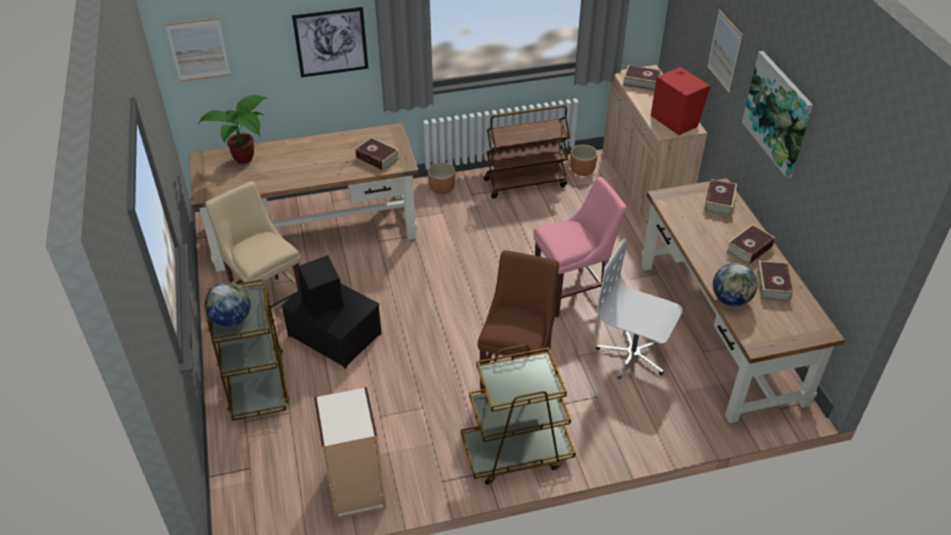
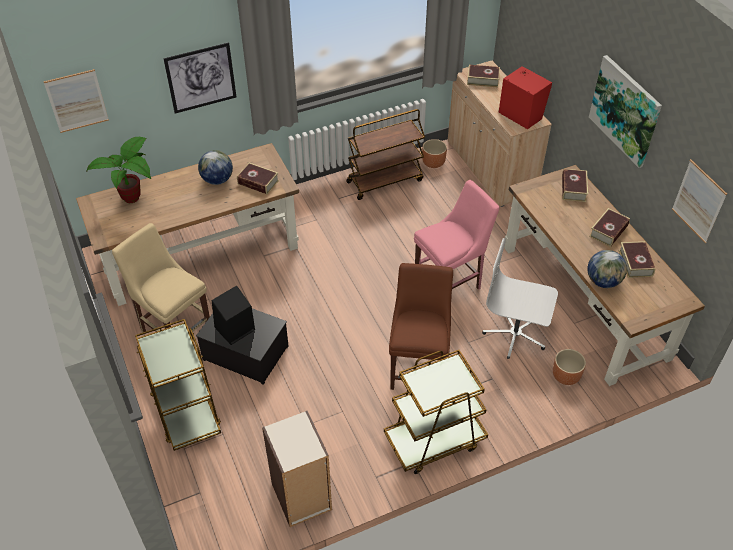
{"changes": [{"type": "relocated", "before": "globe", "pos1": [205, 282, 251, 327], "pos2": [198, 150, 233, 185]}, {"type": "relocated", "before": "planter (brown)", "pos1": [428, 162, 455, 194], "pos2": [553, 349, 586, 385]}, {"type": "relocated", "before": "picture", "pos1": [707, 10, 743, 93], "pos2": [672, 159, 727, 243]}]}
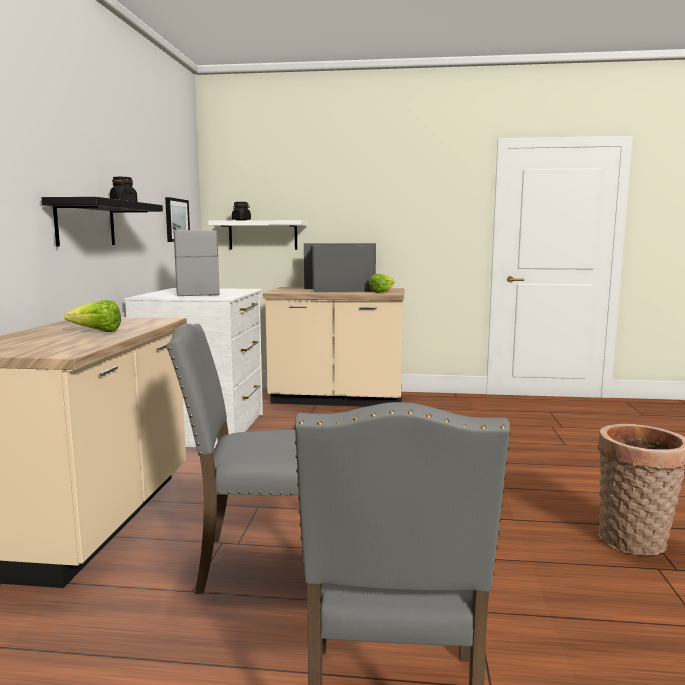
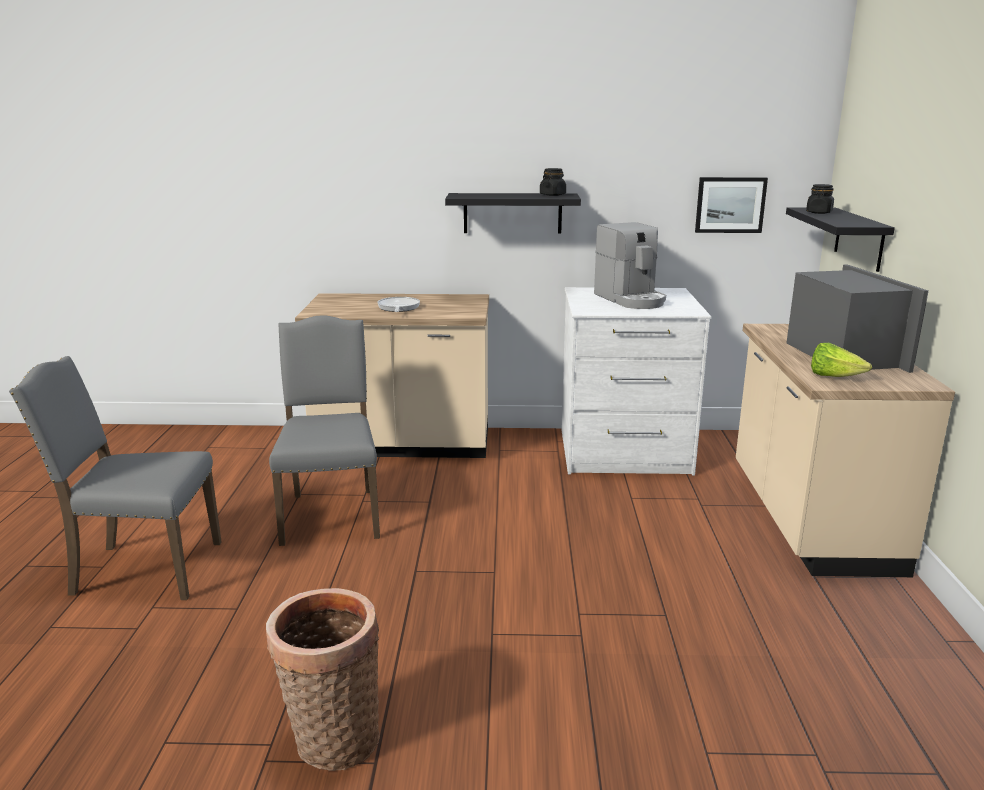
{"changes": [{"type": "exchanged", "before": "lettuce", "after": "frying pan", "pos1": [64, 300, 121, 332], "pos2": [377, 297, 420, 312]}, {"type": "colour", "before": "shelf (white)", "after": "shelf (black)", "pos1": [208, 220, 307, 250], "pos2": [786, 207, 895, 272]}, {"type": "spun", "before": "coffee machine", "pos1": [174, 230, 220, 296], "pos2": [594, 222, 666, 309], "turn": 90}]}
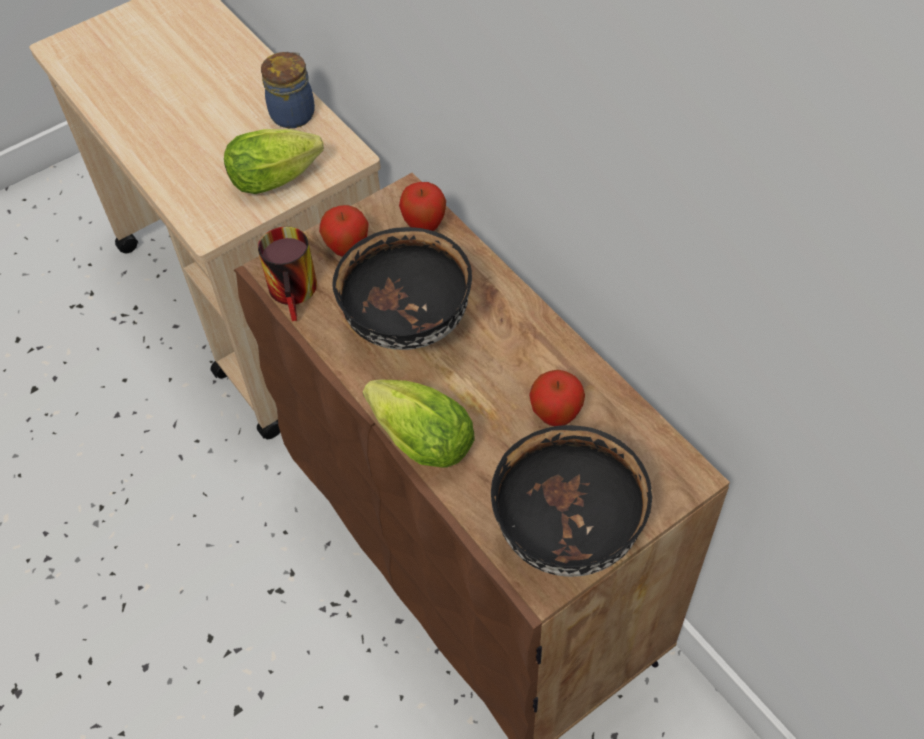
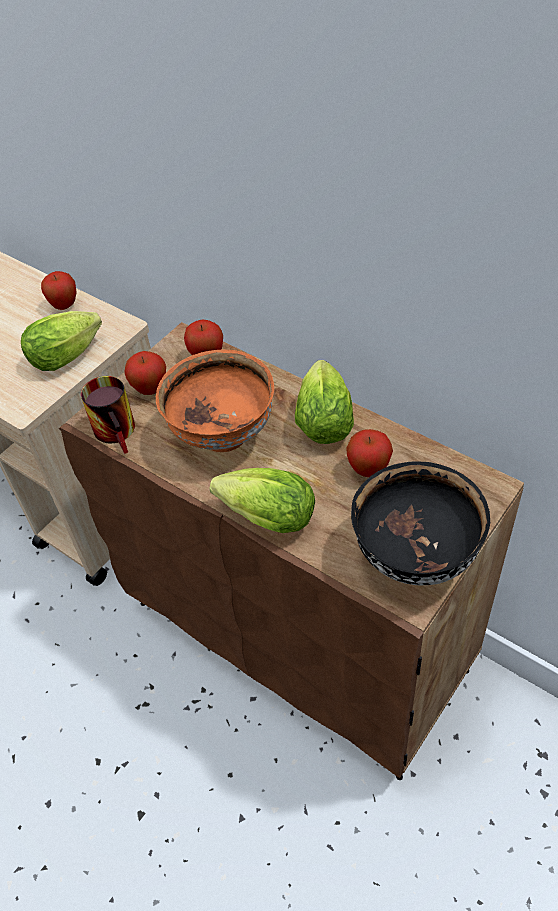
{"changes": [{"type": "appeared", "after": "lettuce", "pos2": [295, 360, 354, 444]}, {"type": "exchanged", "before": "jar", "after": "apple", "pos1": [261, 52, 315, 128], "pos2": [41, 271, 77, 310]}, {"type": "colour", "before": "bowl (black)", "after": "bowl (orange)", "pos1": [332, 227, 472, 350], "pos2": [156, 349, 274, 452]}]}
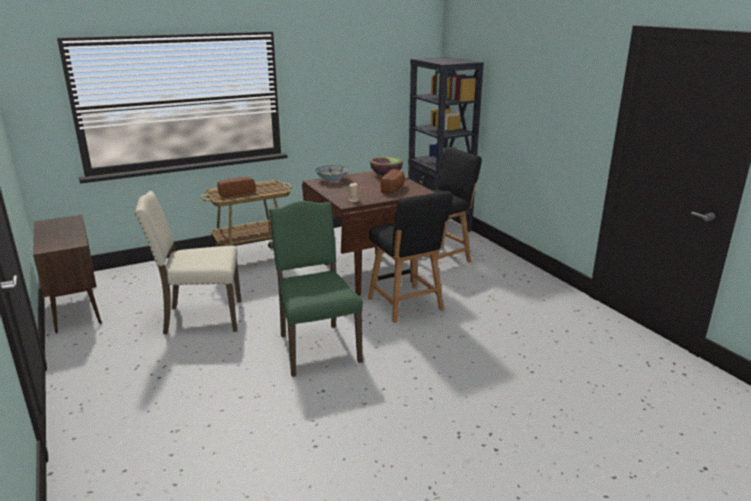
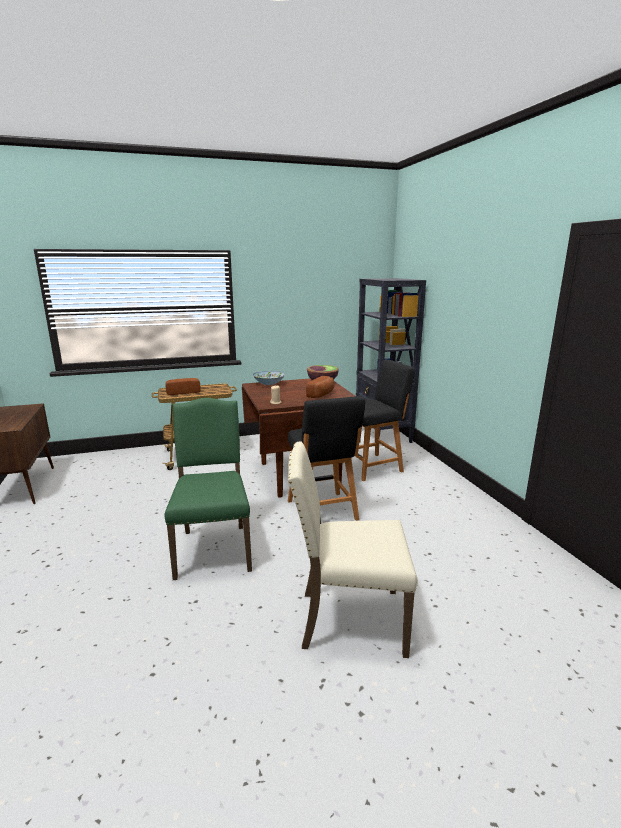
{"changes": [{"type": "relocated", "before": "chair (beige)", "pos1": [134, 191, 241, 334], "pos2": [288, 441, 418, 658]}]}
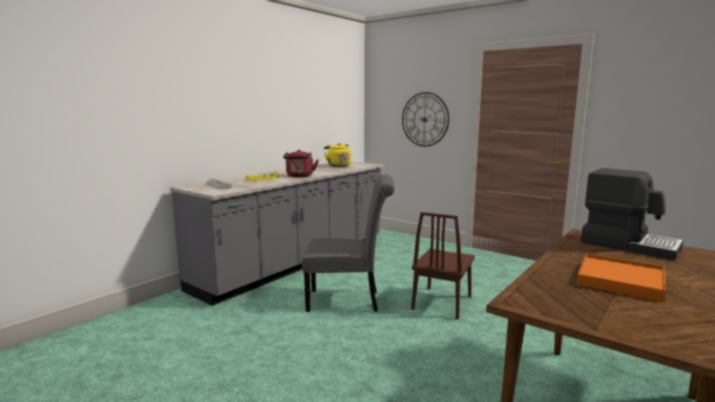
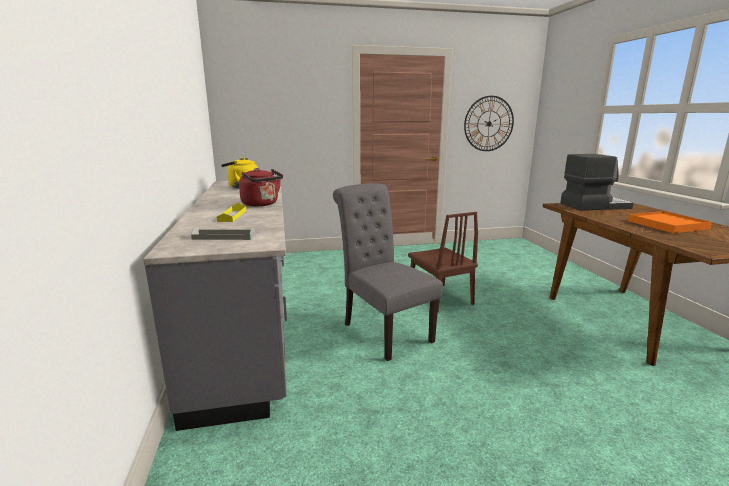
{"changes": [{"type": "relocated", "before": "wall clock", "pos1": [402, 92, 449, 147], "pos2": [464, 96, 514, 151]}, {"type": "spun", "before": "chair (grey)", "pos1": [302, 174, 395, 312], "pos2": [333, 183, 443, 361], "turn": -75}]}
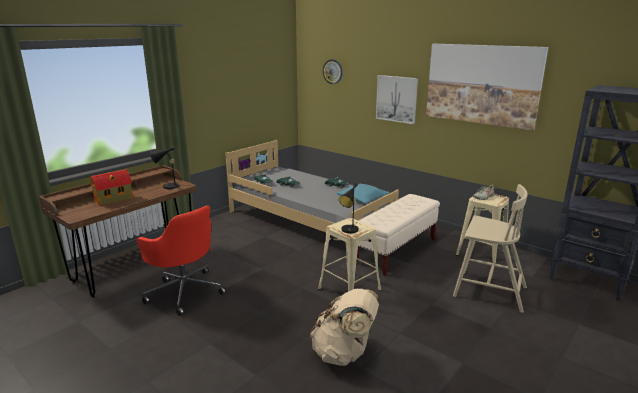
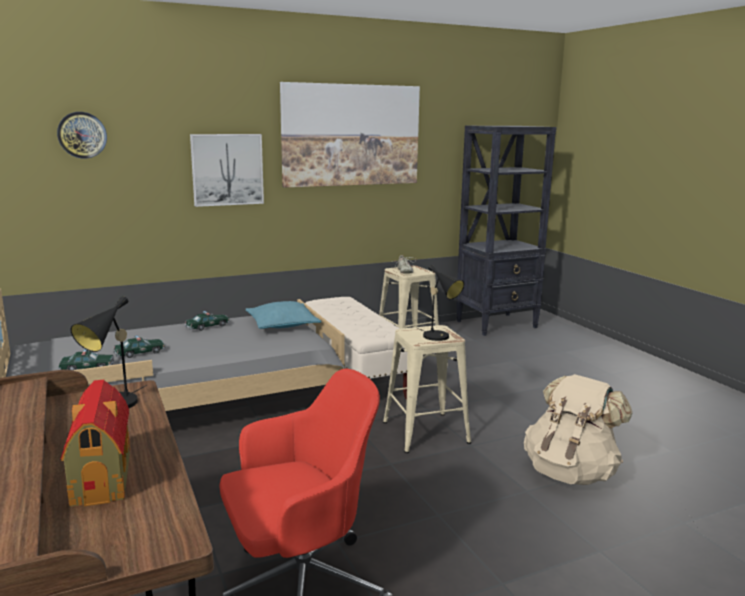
{"changes": [{"type": "missing", "before": "chair (beige)", "pos1": [453, 184, 528, 313]}]}
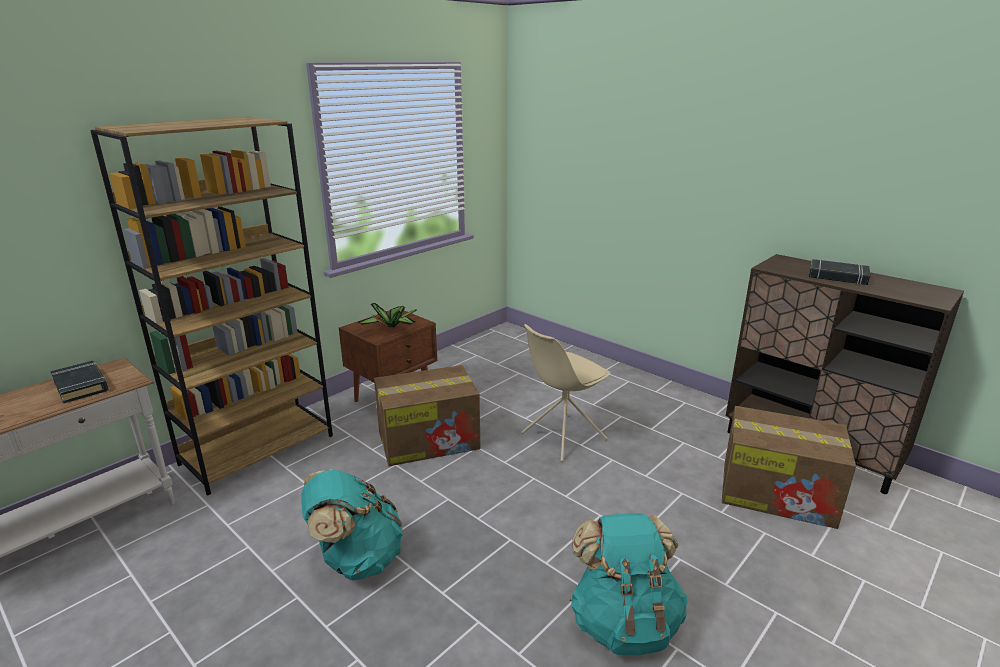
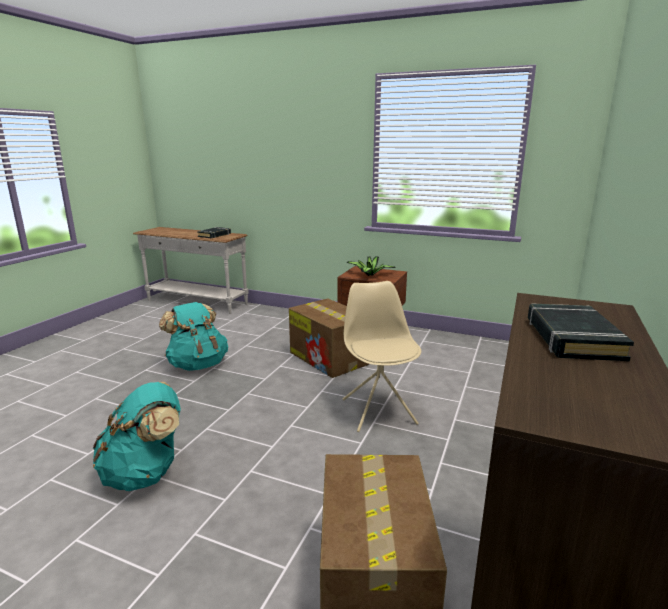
{"changes": [{"type": "missing", "before": "bookcase (brown)", "pos1": [90, 117, 333, 496]}, {"type": "spun", "before": "chair (beige)", "pos1": [521, 324, 610, 462], "pos2": [343, 281, 421, 432], "turn": 45}]}
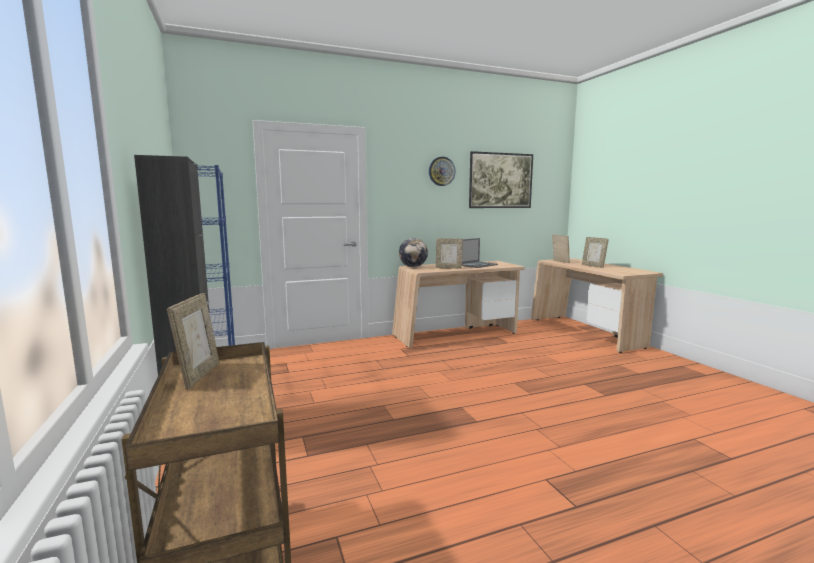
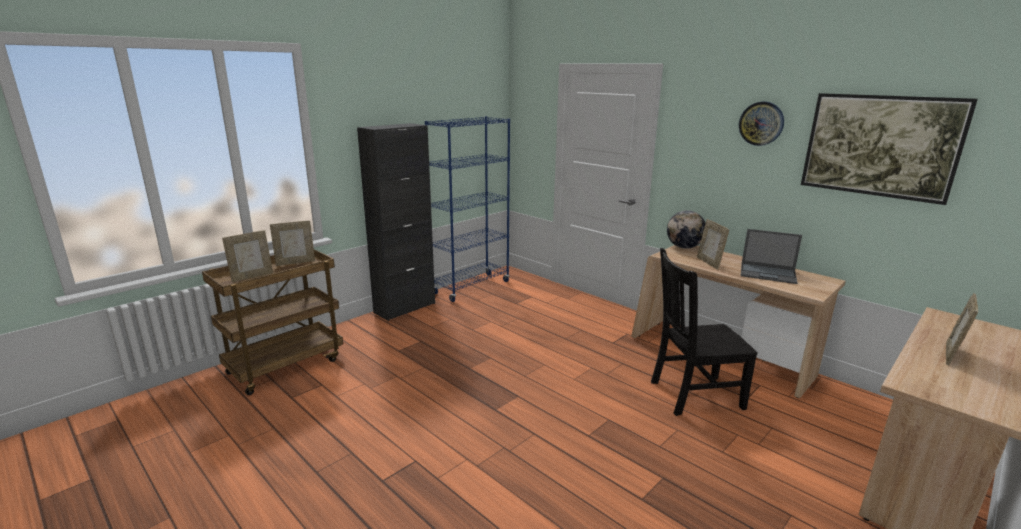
{"changes": [{"type": "appeared", "after": "chair (black)", "pos2": [651, 248, 758, 416]}, {"type": "relocated", "before": "picture frame", "pos1": [552, 235, 570, 263], "pos2": [222, 230, 273, 282]}]}
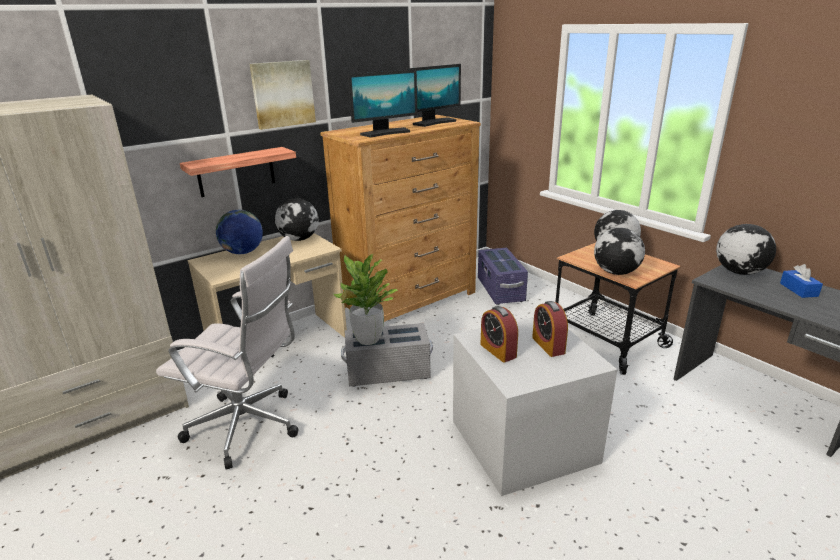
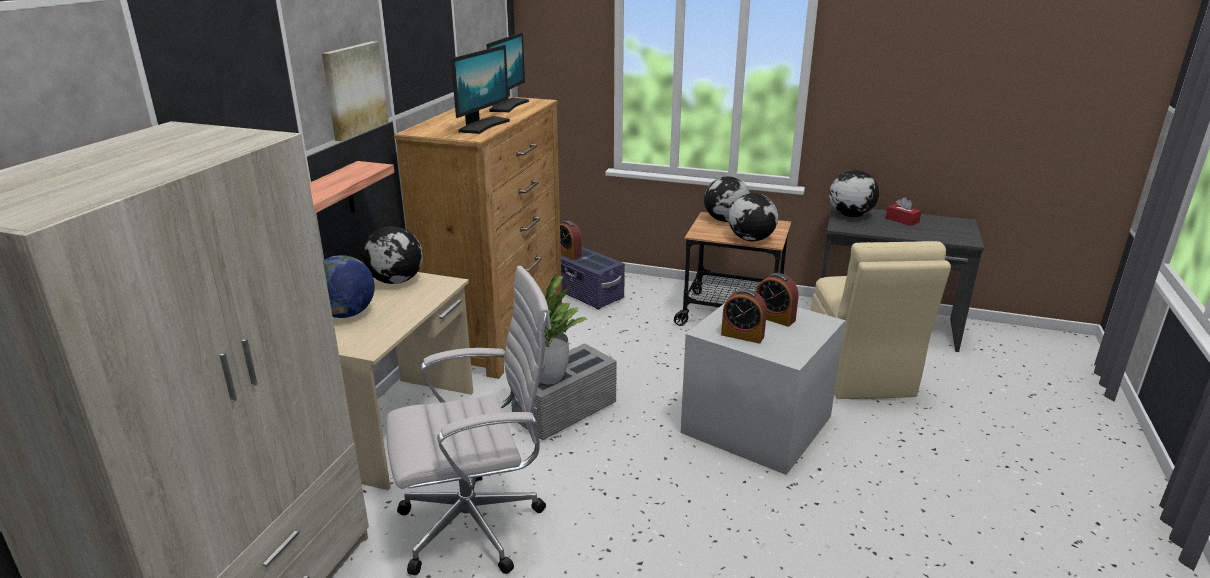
{"changes": [{"type": "appeared", "after": "alarm clock", "pos2": [560, 221, 582, 260]}, {"type": "appeared", "after": "chair (beige)", "pos2": [810, 241, 951, 399]}, {"type": "colour", "before": "tissue box (blue)", "after": "tissue box (red)", "pos1": [780, 264, 823, 298], "pos2": [886, 197, 921, 226]}]}
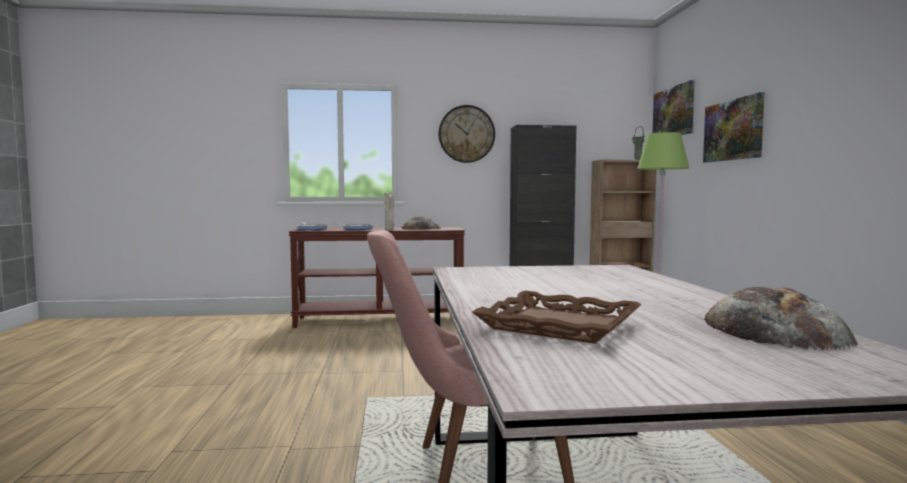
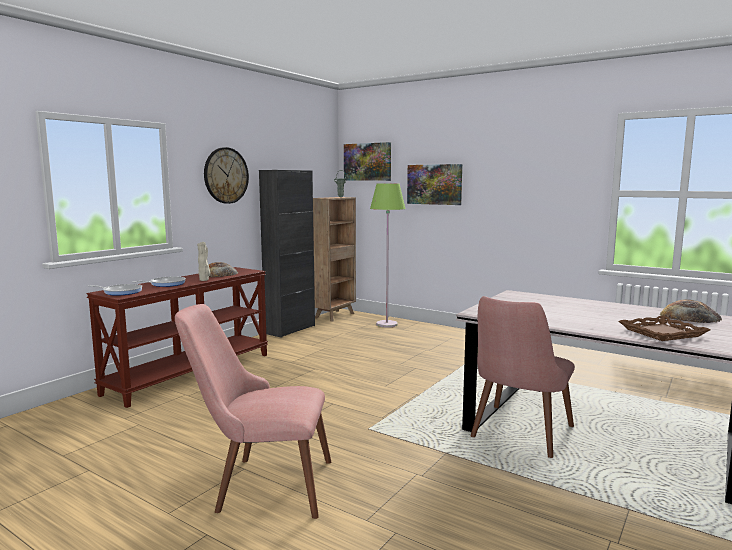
{"changes": [{"type": "appeared", "after": "chair (pink)", "pos2": [175, 304, 331, 519]}]}
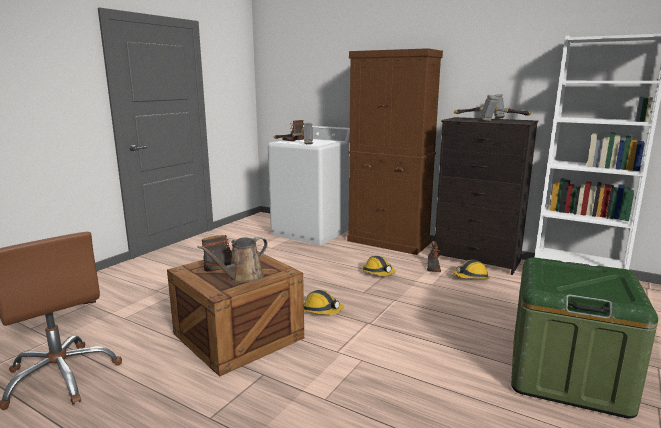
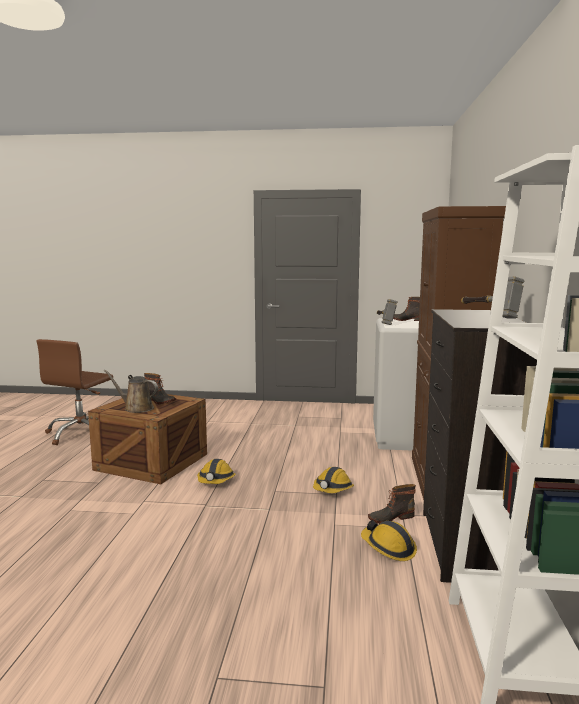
{"changes": [{"type": "missing", "before": "hammer", "pos1": [480, 95, 531, 121]}, {"type": "missing", "before": "storage box (green)", "pos1": [511, 257, 658, 419]}]}
